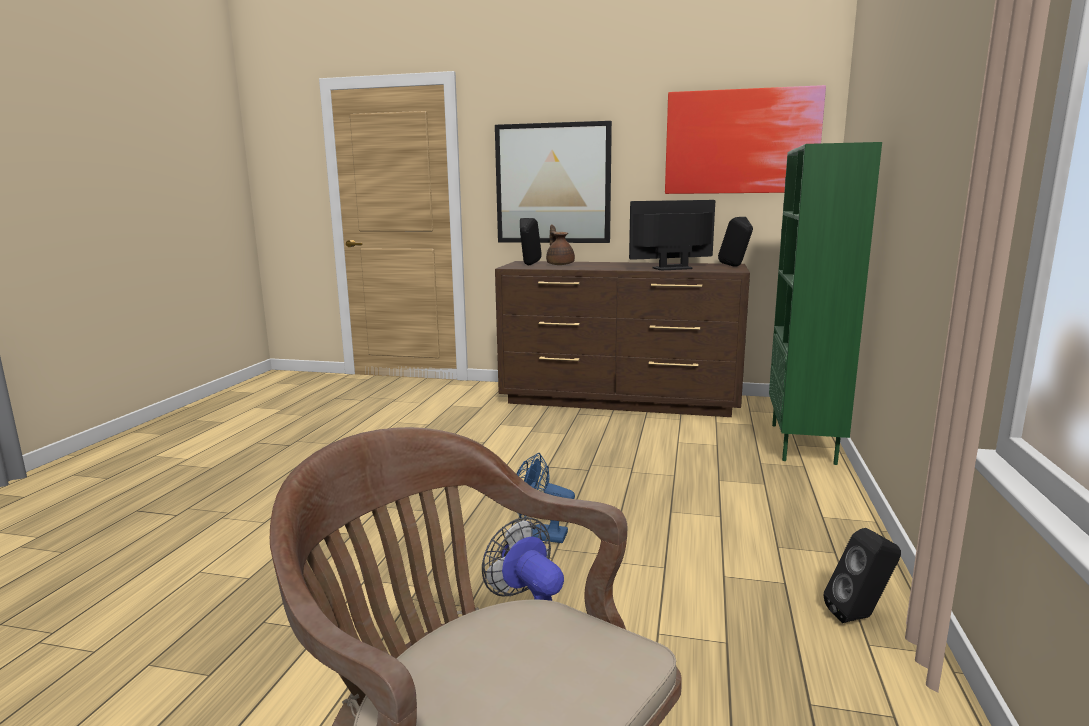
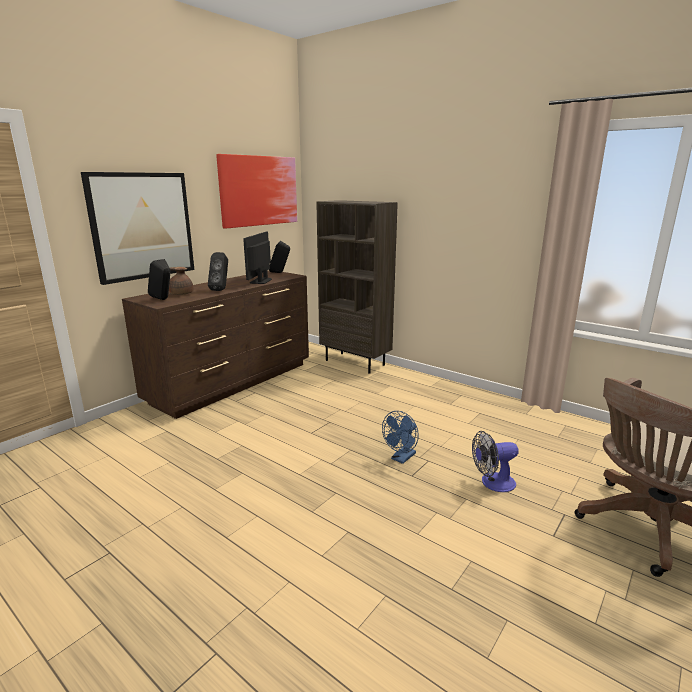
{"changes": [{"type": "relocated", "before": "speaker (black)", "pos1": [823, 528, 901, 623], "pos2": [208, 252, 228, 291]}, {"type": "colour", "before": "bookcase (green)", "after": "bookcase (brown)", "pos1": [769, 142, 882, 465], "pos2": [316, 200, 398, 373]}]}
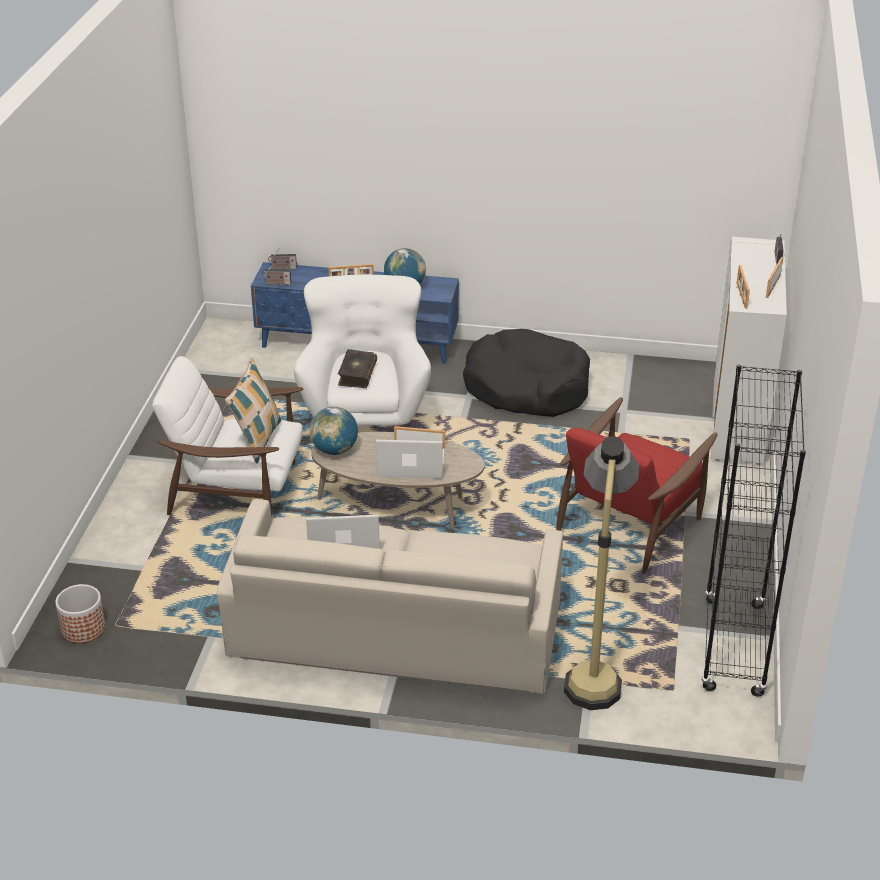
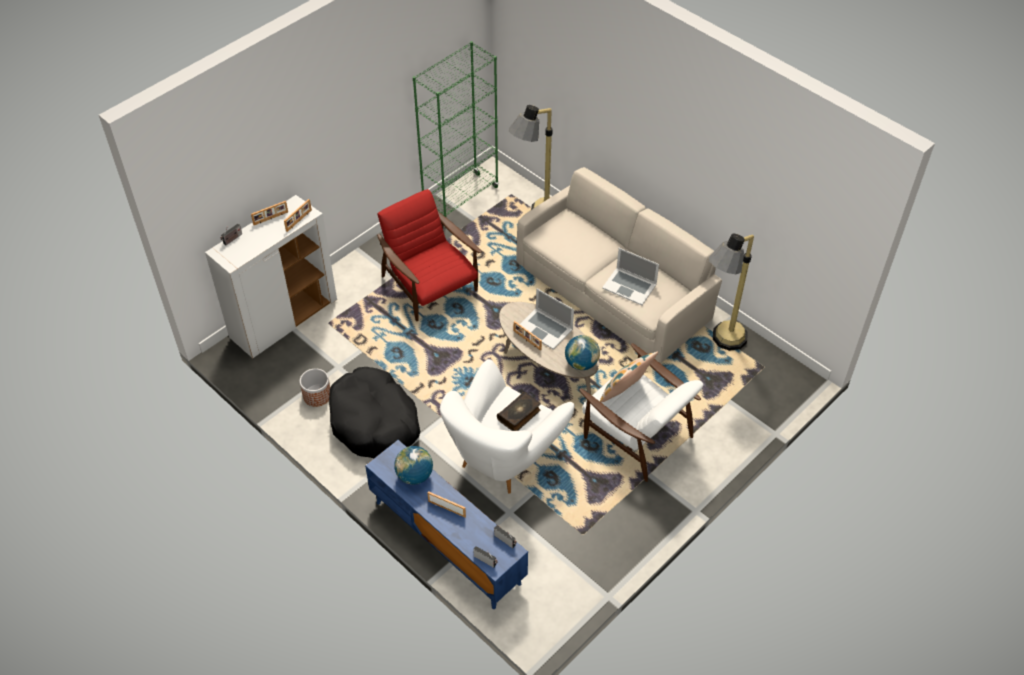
{"changes": [{"type": "appeared", "after": "floor lamp", "pos2": [709, 233, 754, 351]}, {"type": "relocated", "before": "planter", "pos1": [55, 584, 105, 643], "pos2": [300, 368, 330, 407]}, {"type": "colour", "before": "bookcase (black)", "after": "bookcase (green)", "pos1": [701, 364, 806, 697], "pos2": [413, 41, 499, 218]}, {"type": "spun", "before": "armchair (red)", "pos1": [556, 397, 717, 574], "pos2": [377, 189, 482, 321], "turn": -105}]}
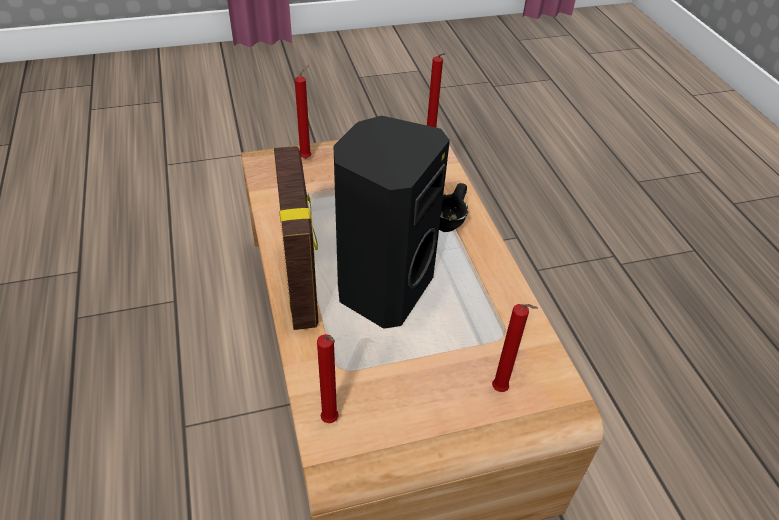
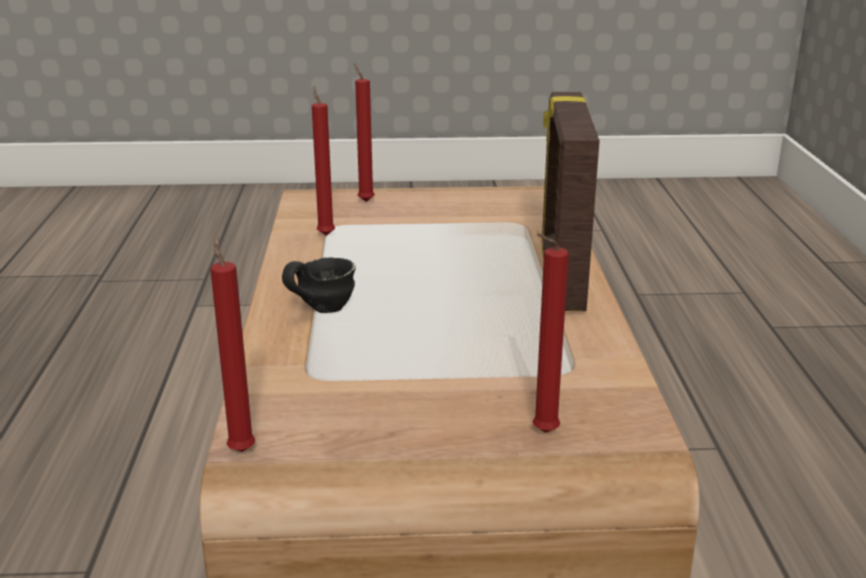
{"changes": [{"type": "missing", "before": "speaker (black)", "pos1": [333, 116, 450, 329]}, {"type": "relocated", "before": "candle (red)", "pos1": [317, 334, 339, 423], "pos2": [312, 86, 335, 236]}]}
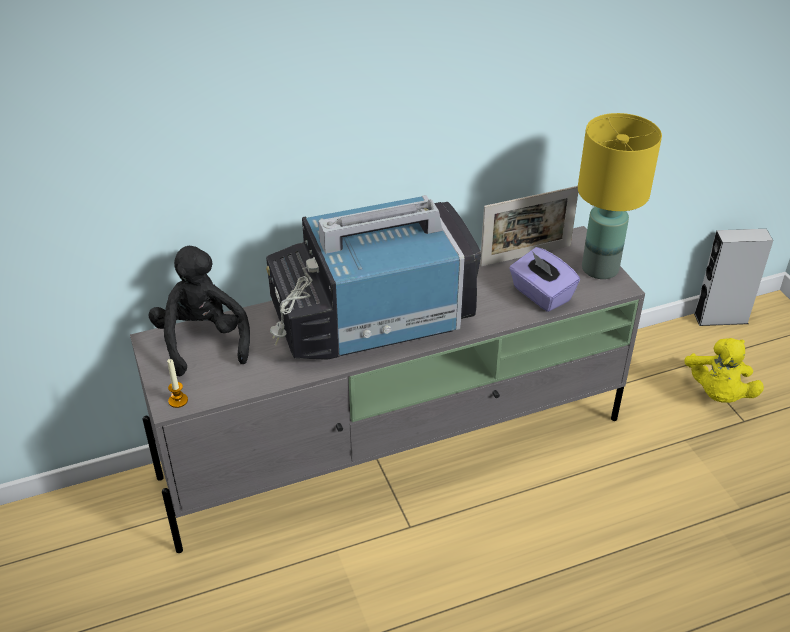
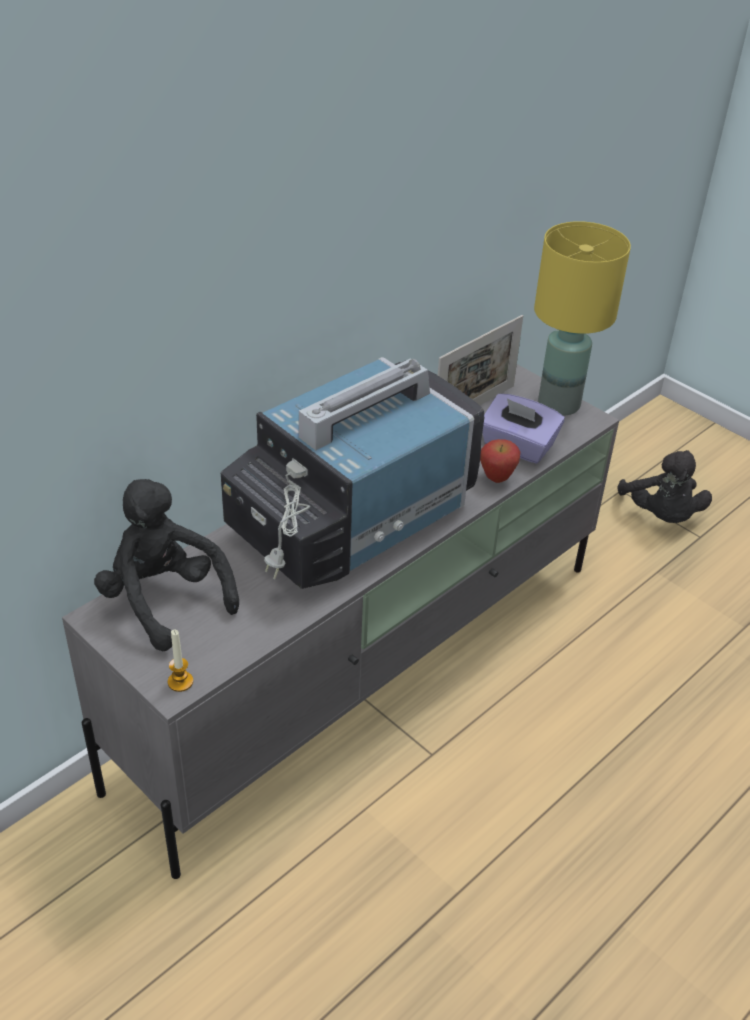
{"changes": [{"type": "missing", "before": "speaker (grey)", "pos1": [694, 229, 773, 326]}, {"type": "appeared", "after": "apple", "pos2": [480, 439, 520, 483]}, {"type": "colour", "before": "plush toy (yellow)", "after": "plush toy (black)", "pos1": [684, 338, 764, 403], "pos2": [618, 450, 712, 523]}]}
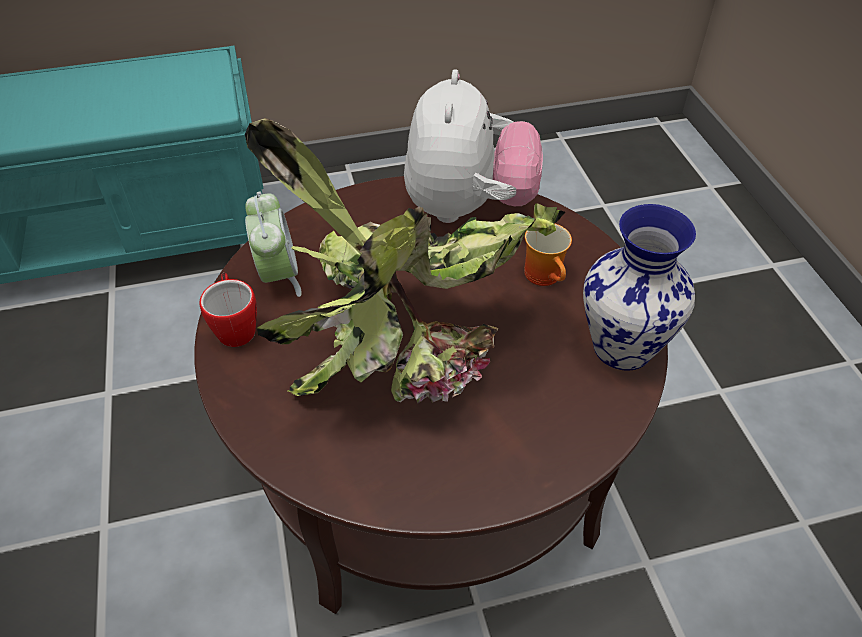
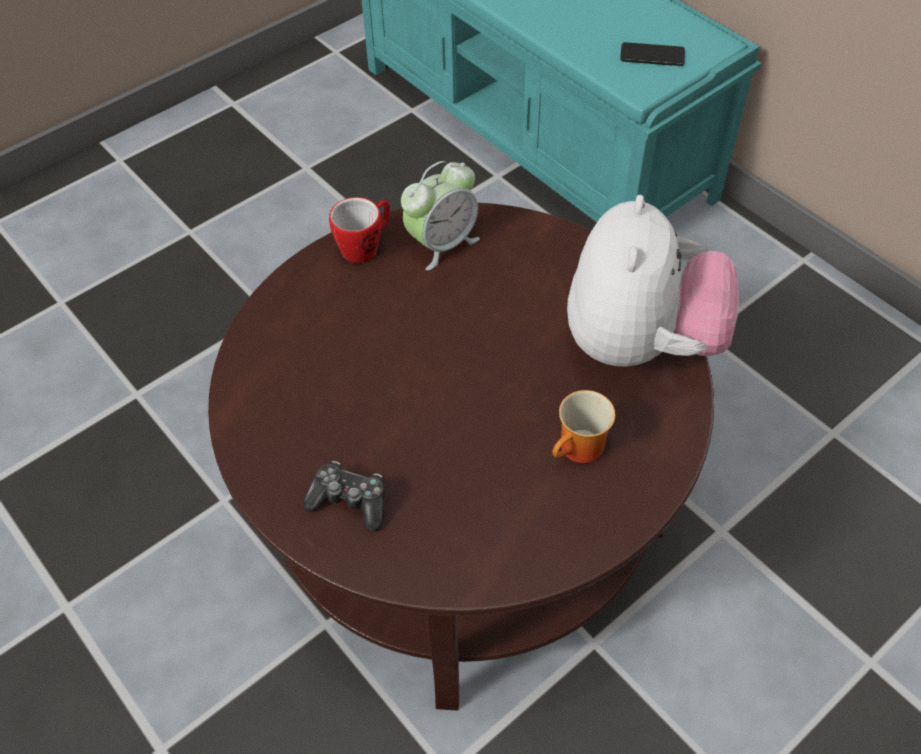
{"changes": [{"type": "missing", "before": "potted plant", "pos1": [245, 118, 565, 403]}, {"type": "missing", "before": "vase", "pos1": [583, 204, 696, 371]}, {"type": "appeared", "after": "game controller", "pos2": [303, 461, 385, 531]}, {"type": "appeared", "after": "phone", "pos2": [620, 42, 685, 66]}, {"type": "spun", "before": "plush toy", "pos1": [404, 69, 543, 223], "pos2": [567, 195, 739, 367], "turn": -60}]}
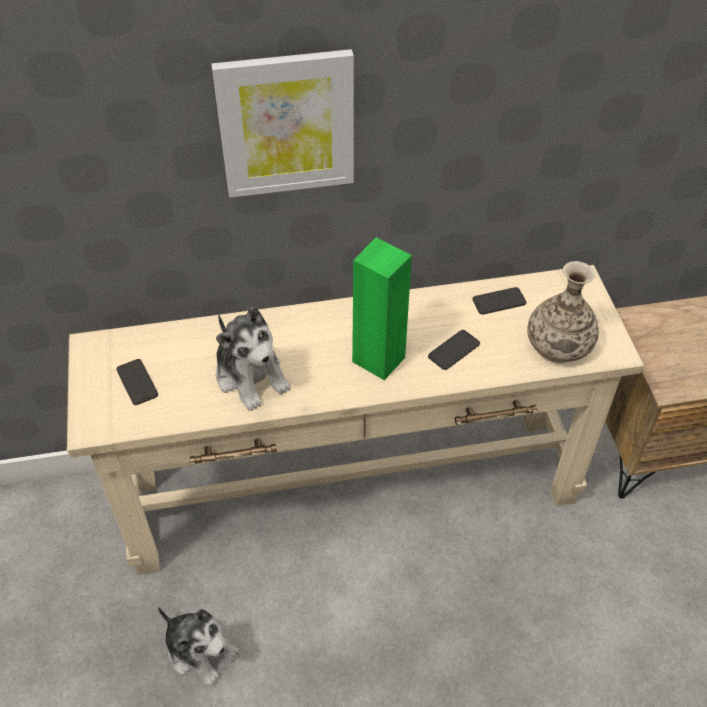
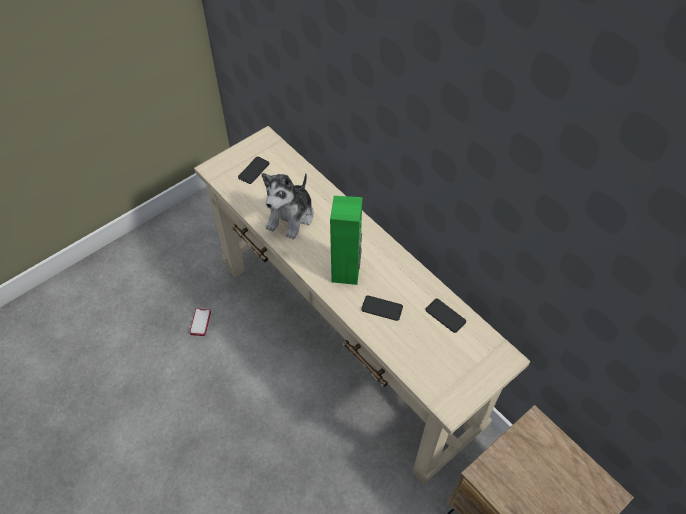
{"changes": [{"type": "missing", "before": "picture", "pos1": [211, 49, 354, 198]}, {"type": "missing", "before": "vase", "pos1": [527, 261, 599, 363]}, {"type": "exchanged", "before": "plush toy", "after": "phone", "pos1": [157, 607, 240, 687], "pos2": [189, 308, 211, 336]}]}
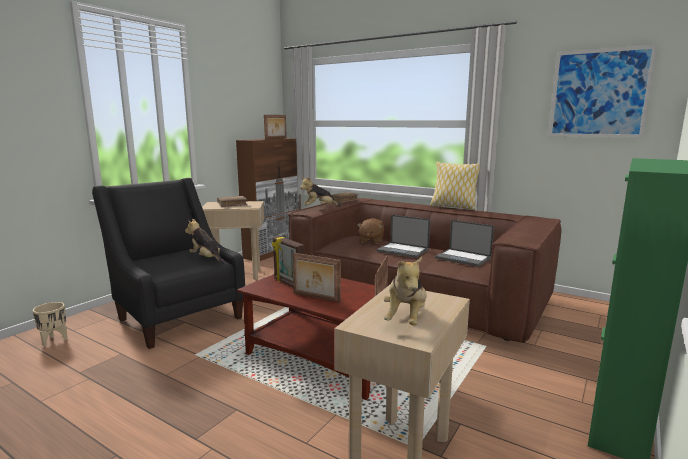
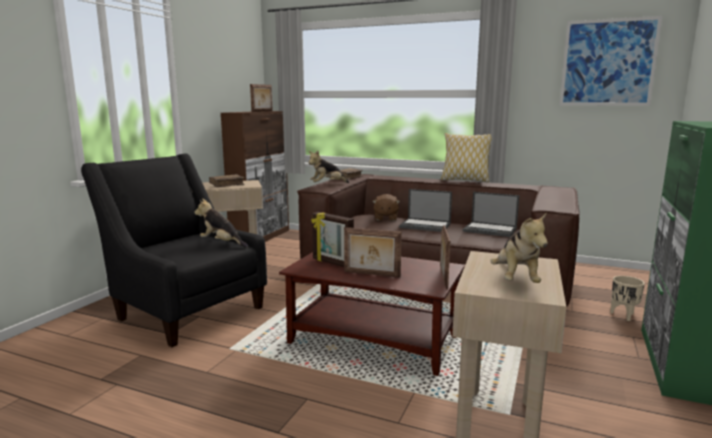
{"changes": [{"type": "relocated", "before": "planter (beige)", "pos1": [33, 302, 68, 346], "pos2": [610, 276, 645, 321]}]}
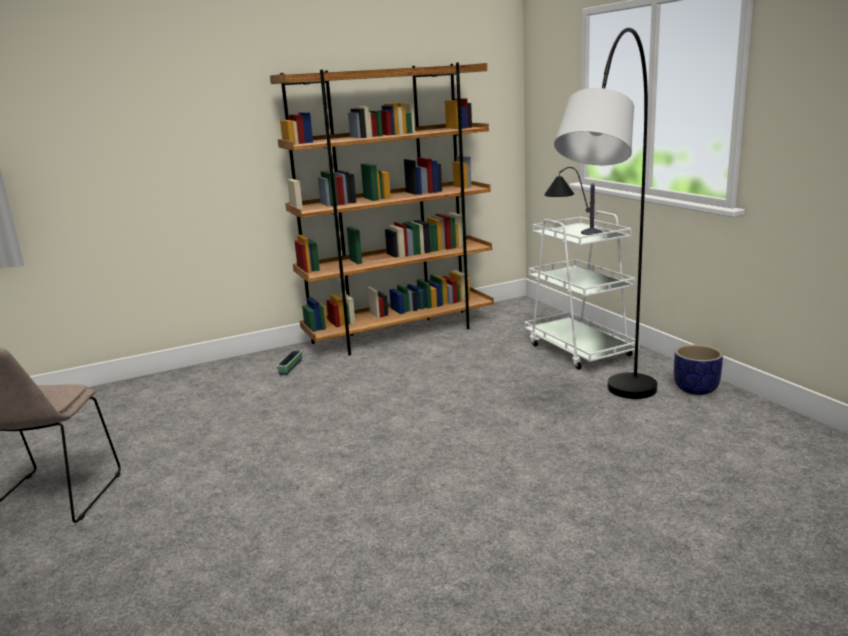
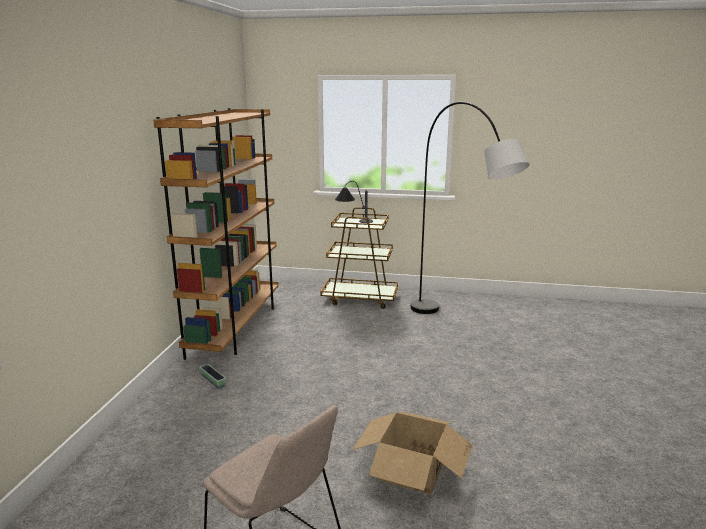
{"changes": [{"type": "missing", "before": "planter", "pos1": [674, 344, 723, 395]}, {"type": "appeared", "after": "cardboard box", "pos2": [352, 412, 473, 495]}, {"type": "colour", "before": "cart (white)", "after": "cart (brown)", "pos1": [524, 211, 640, 370], "pos2": [320, 207, 398, 309]}]}
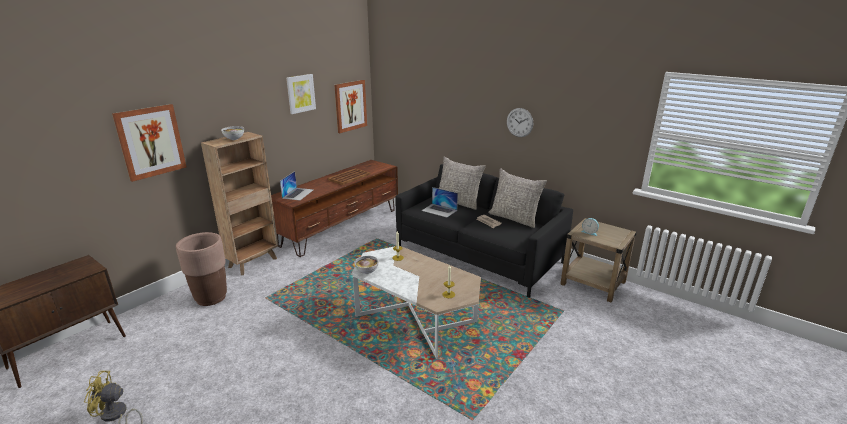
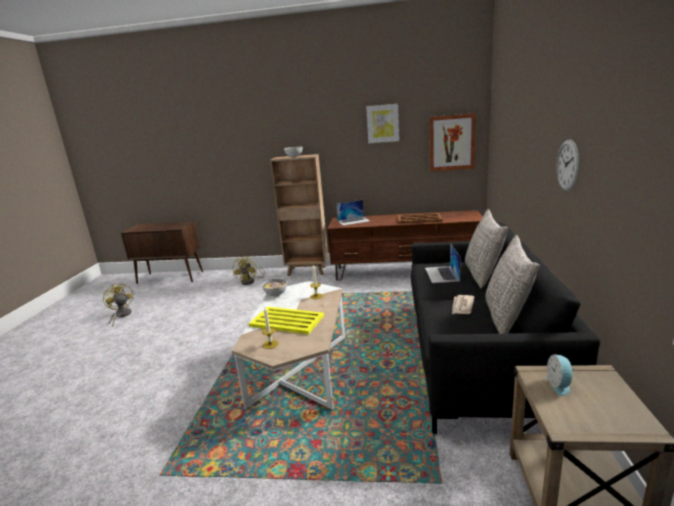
{"changes": [{"type": "missing", "before": "picture", "pos1": [112, 104, 187, 182]}, {"type": "appeared", "after": "tray (yellow)", "pos2": [249, 307, 324, 335]}, {"type": "exchanged", "before": "planter (brown)", "after": "fan (yellow)", "pos1": [176, 232, 227, 306], "pos2": [233, 256, 265, 285]}]}
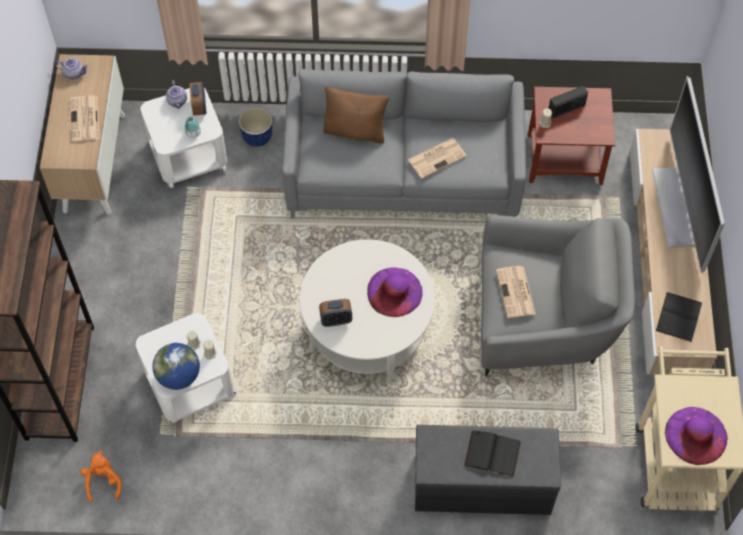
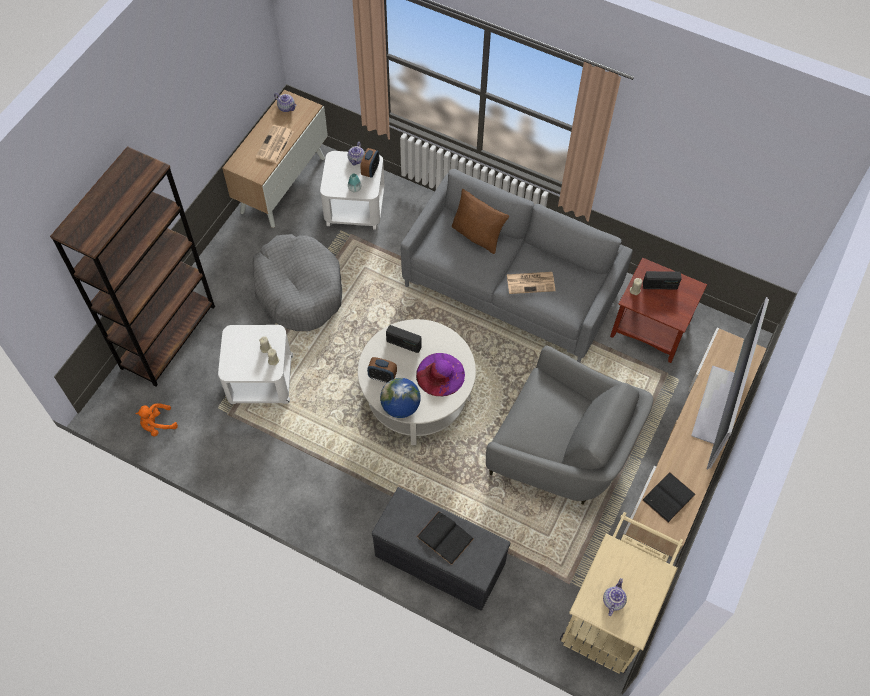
{"changes": [{"type": "missing", "before": "planter", "pos1": [239, 107, 272, 147]}, {"type": "missing", "before": "newspaper", "pos1": [496, 266, 536, 318]}, {"type": "appeared", "after": "dog bed (grey)", "pos2": [253, 234, 342, 332]}, {"type": "appeared", "after": "radio", "pos2": [386, 325, 422, 353]}, {"type": "relocated", "before": "globe", "pos1": [152, 343, 200, 390], "pos2": [380, 378, 421, 418]}, {"type": "exchanged", "before": "hat (purple)", "after": "teapot", "pos1": [665, 407, 728, 465], "pos2": [603, 578, 627, 616]}, {"type": "spun", "before": "plush toy (orange)", "pos1": [80, 451, 122, 502], "pos2": [136, 403, 178, 436], "turn": -135}]}
